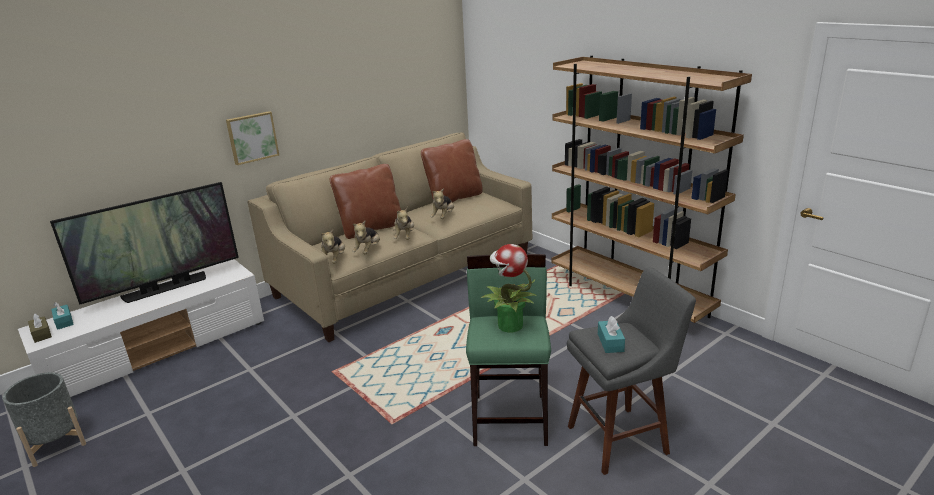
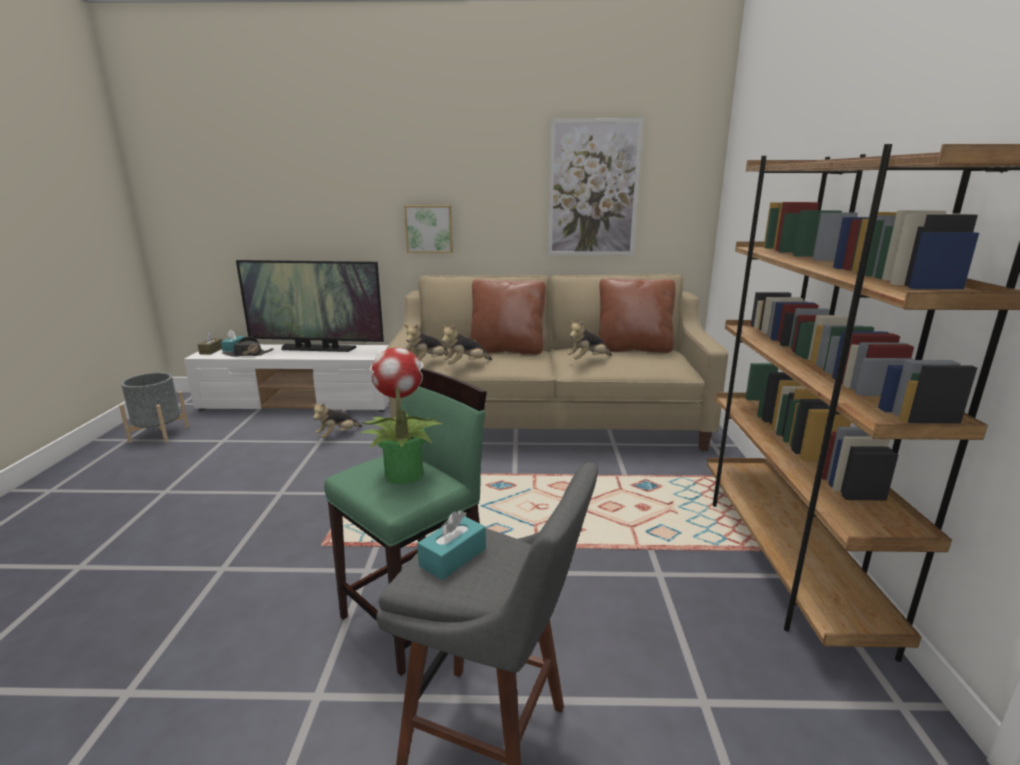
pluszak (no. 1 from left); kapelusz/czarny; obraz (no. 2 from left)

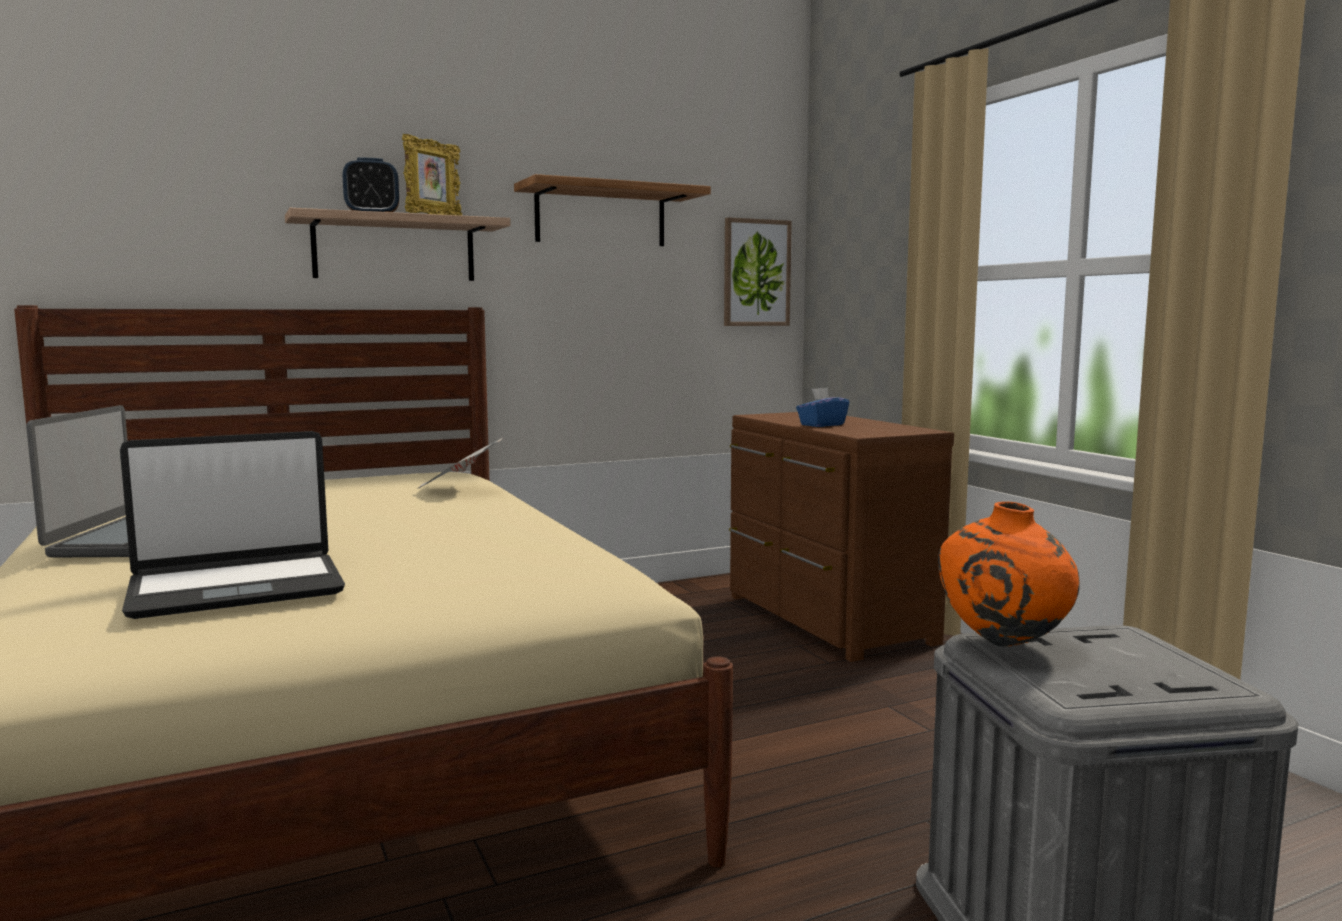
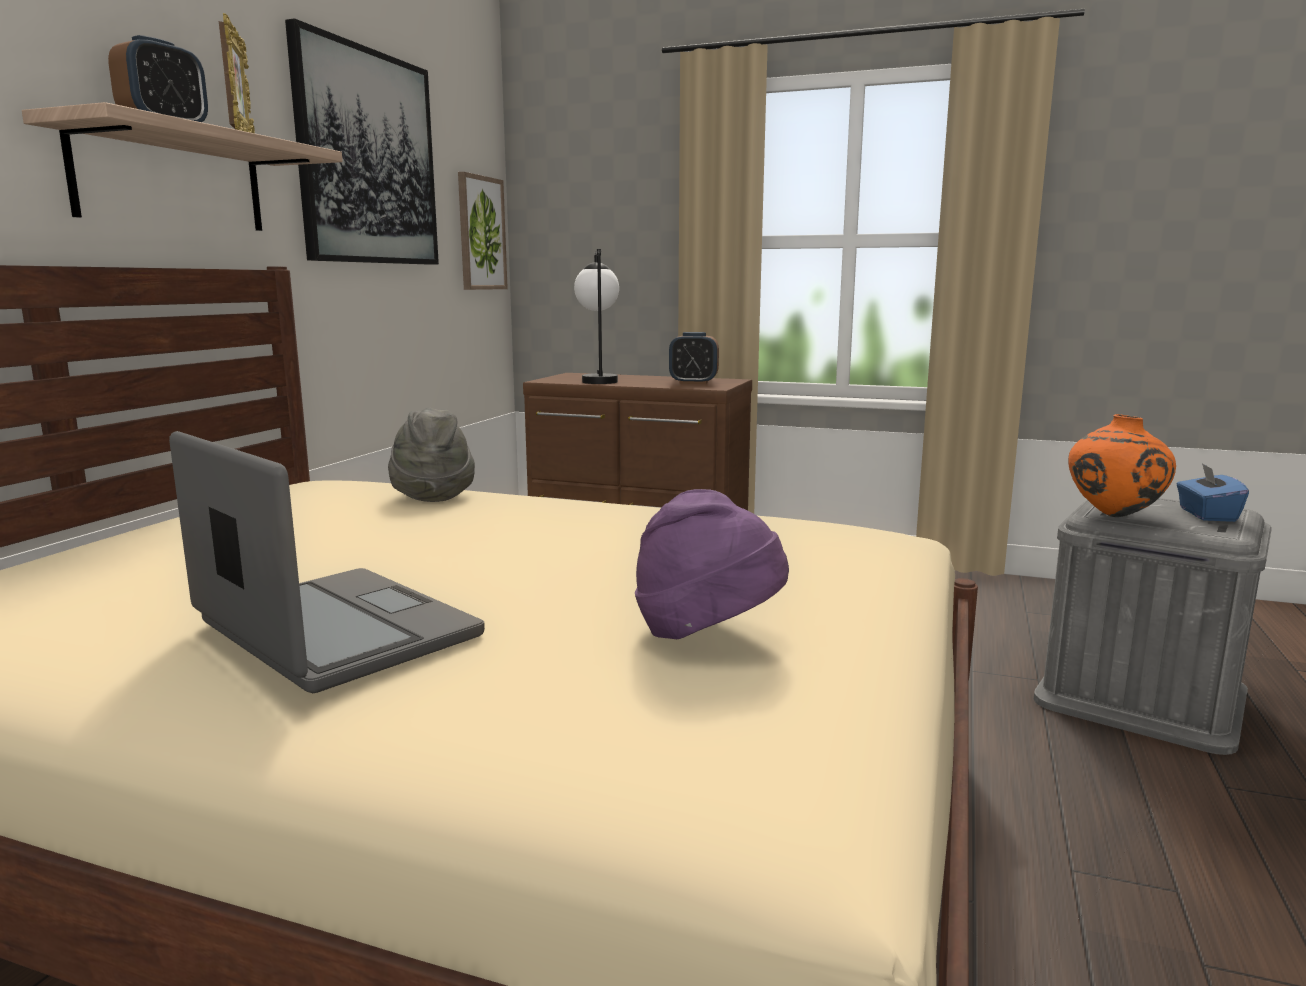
kapelusz/fioletowy; kapelusz/szary; obraz (no. 1 from left); pudełko chusteczek/niebieski; lampa stołowa; budzik (no. 2 from left)

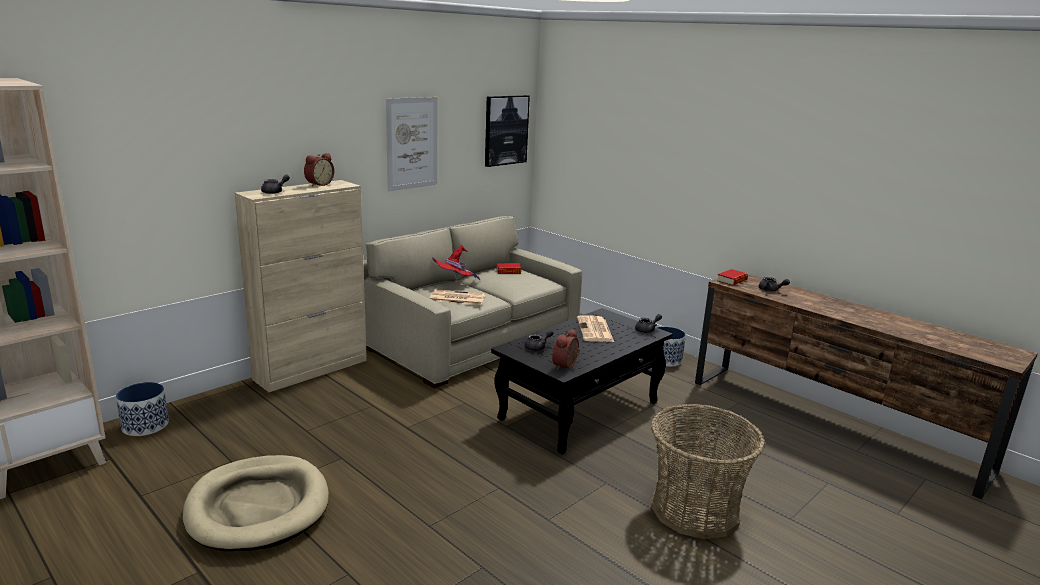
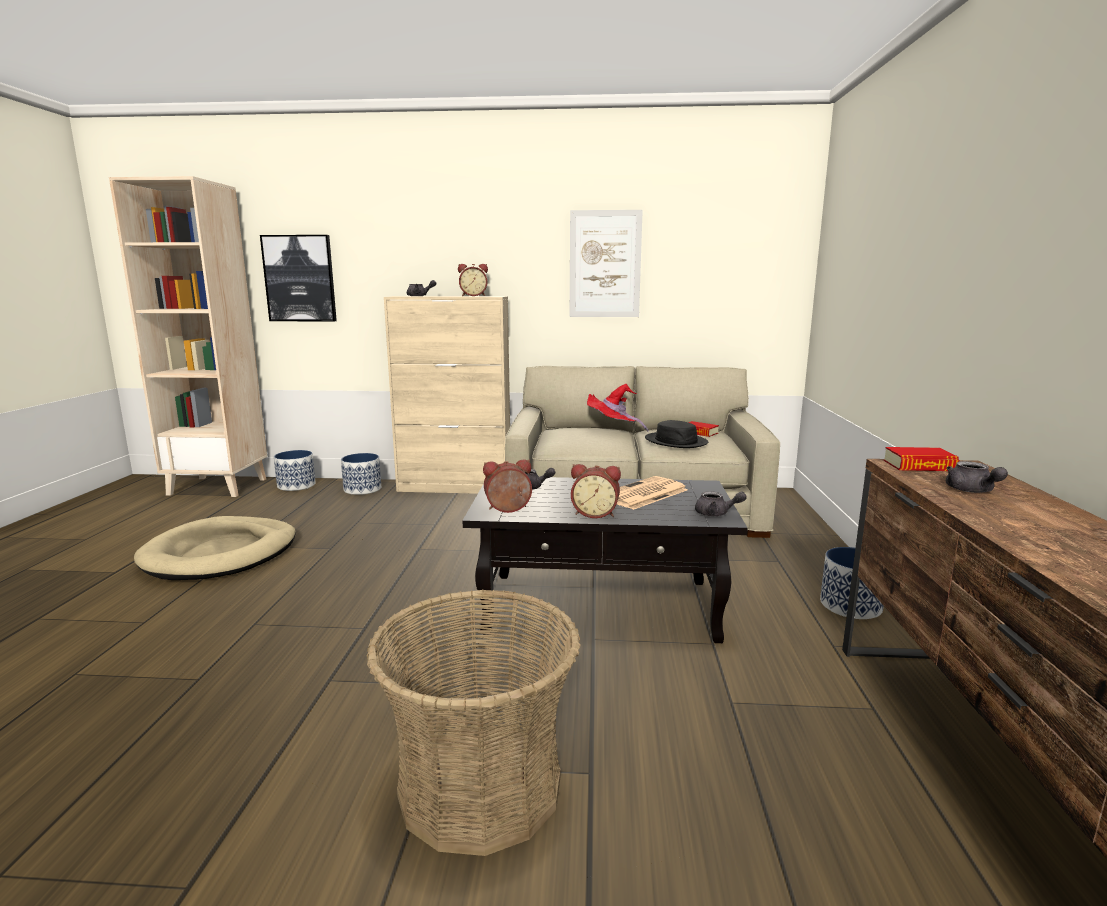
gazeta (no. 1 from left in the first image); obraz (no. 1 from left); donica (no. 2 from left); budzik (no. 3 from left); kapelusz/czarny

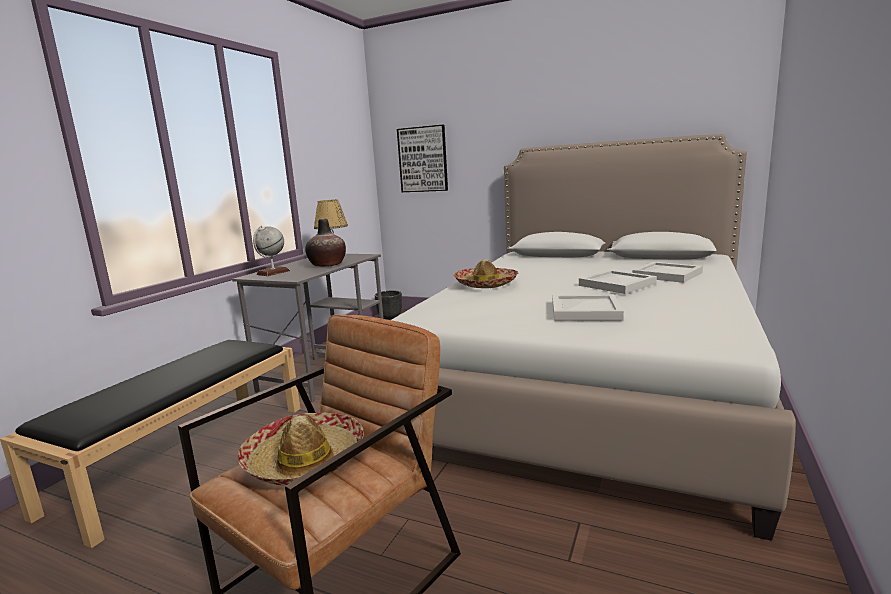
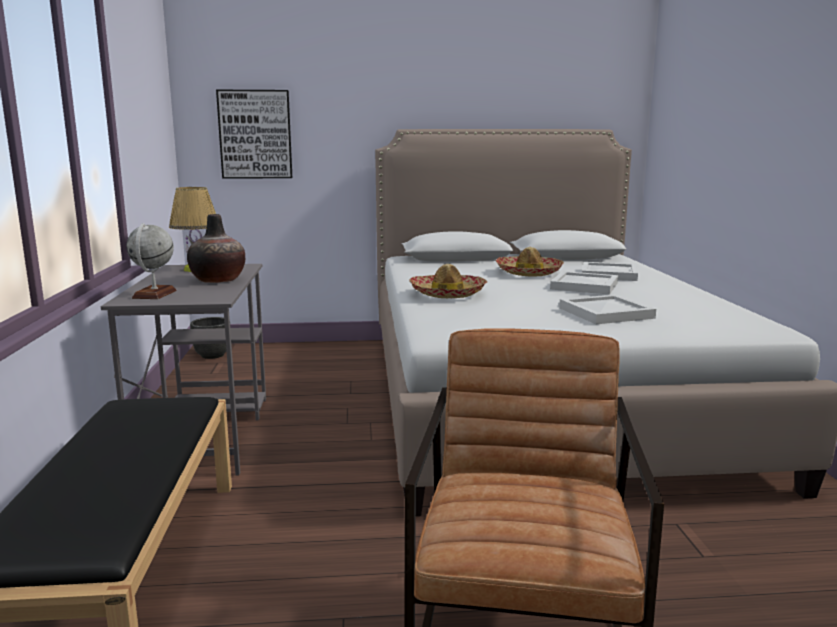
kapelusz (no. 2 from left)

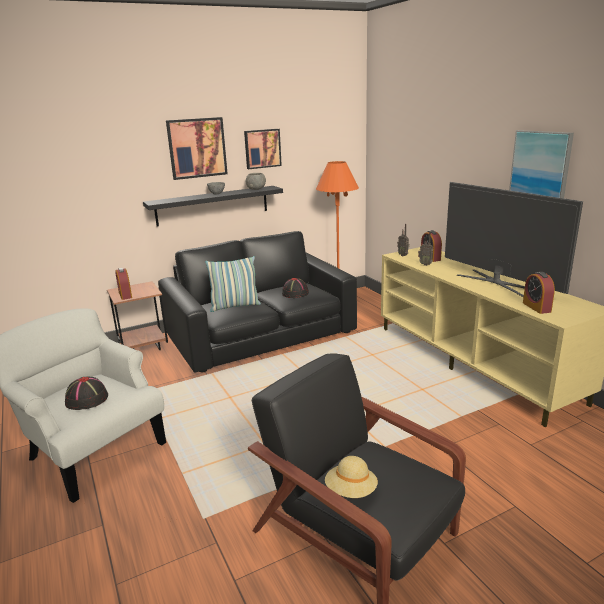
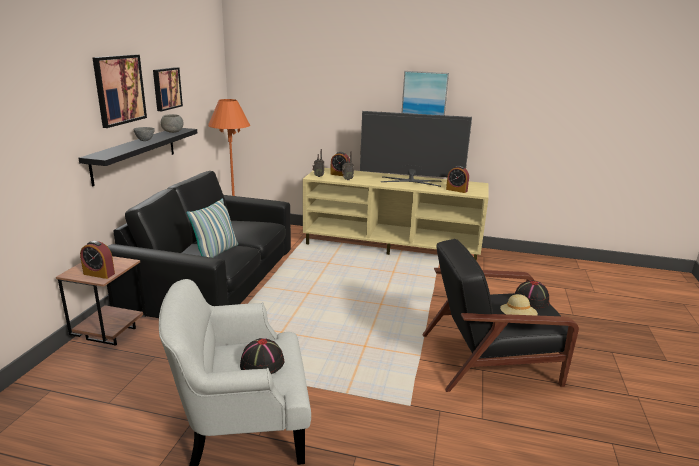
kapelusz/czarny (no. 2 from left)

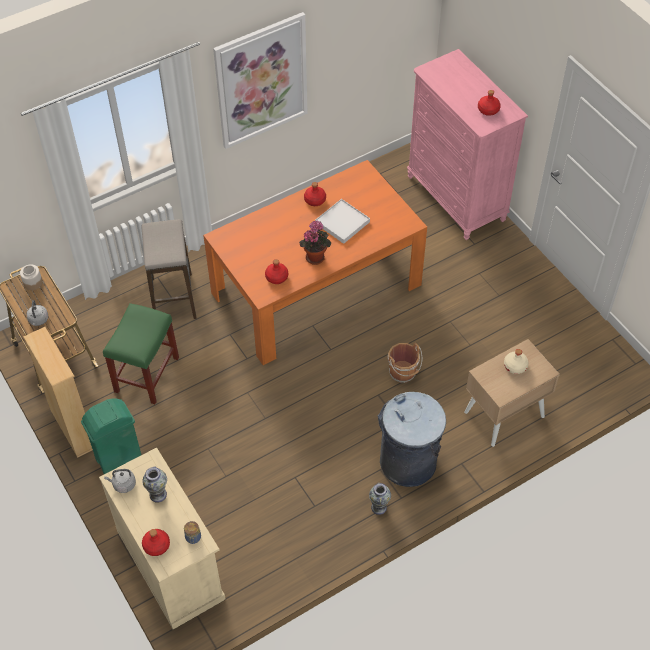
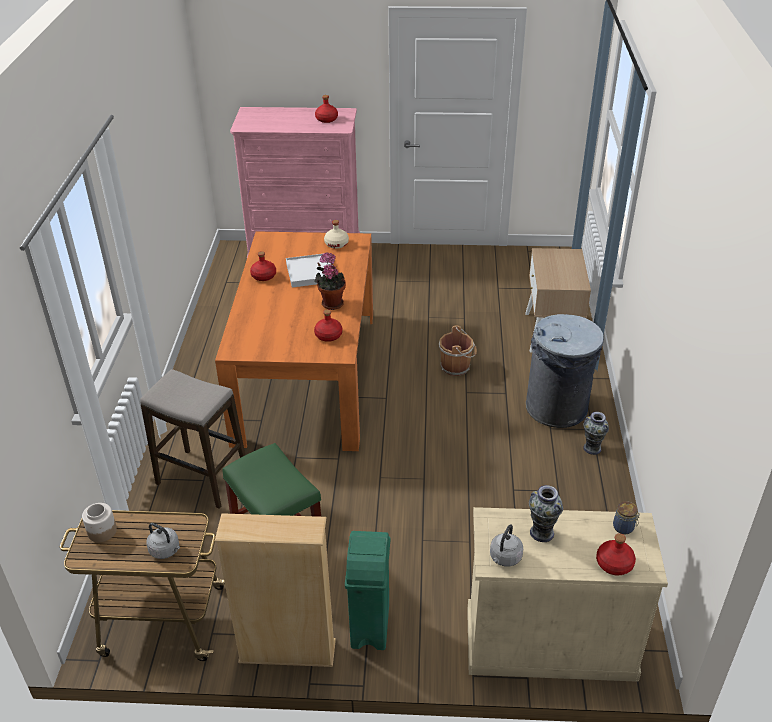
obraz; butelka/beżowy

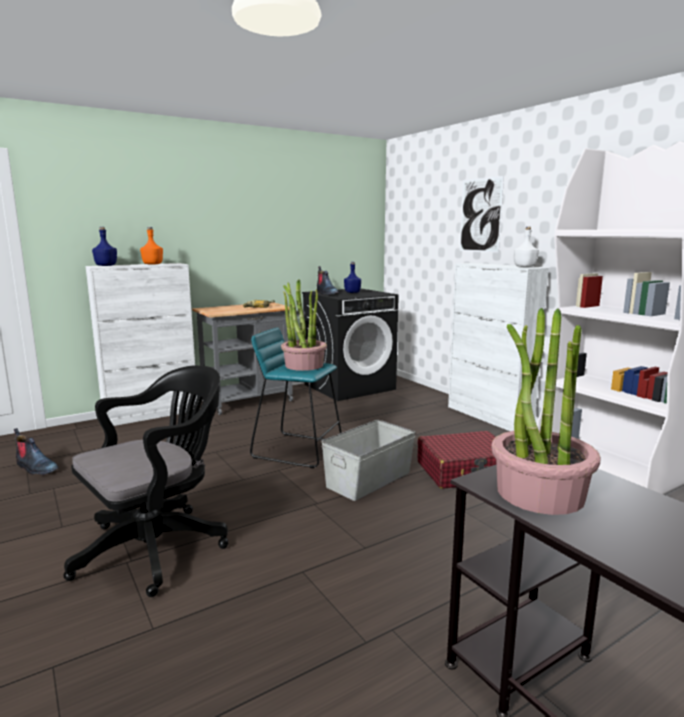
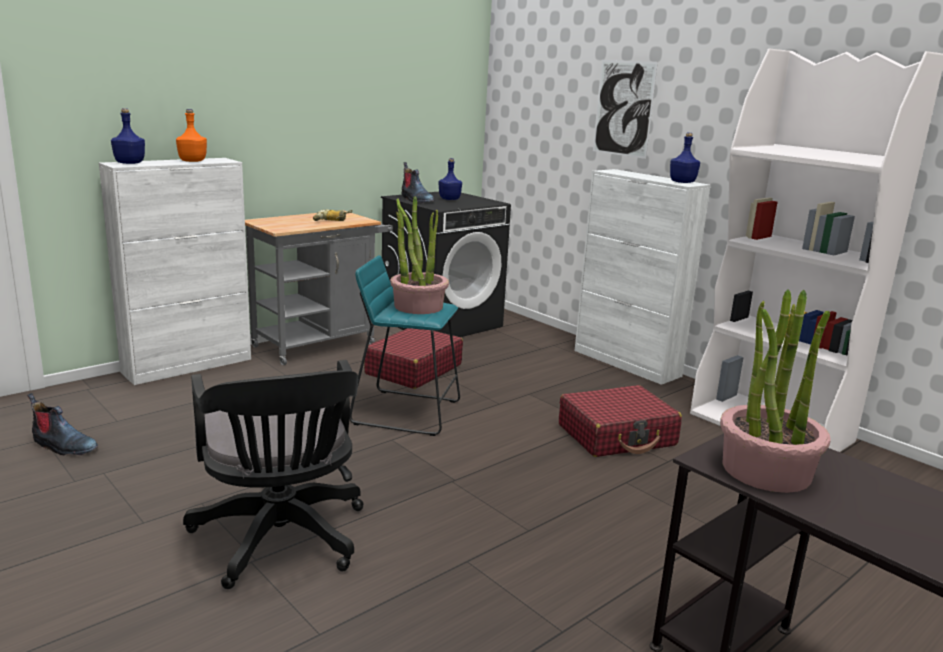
krzesło biurowe/czarny; pojemnik do przechowywania/szary; butelka/niebieski (no. 3 from left); walizka/czerwony (no. 1 from left)

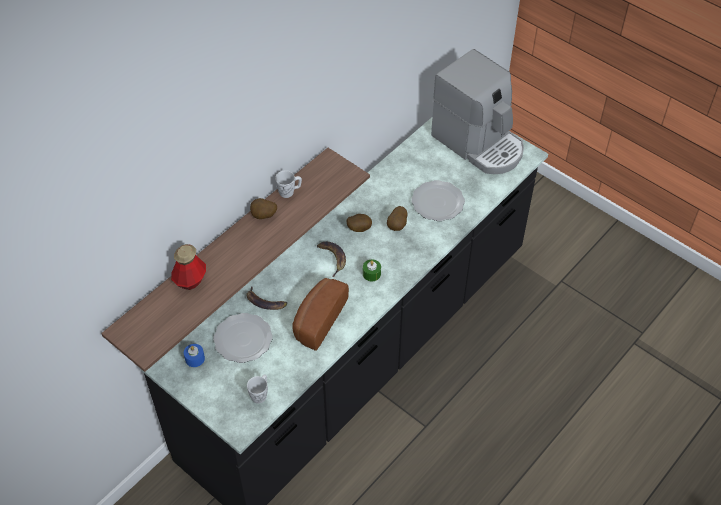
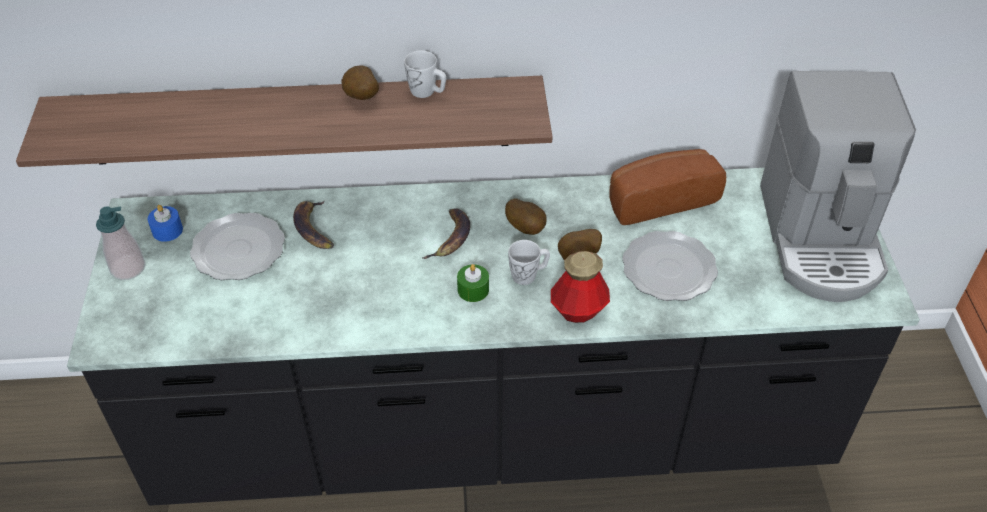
butelka; kubek/biały (no. 2 from left); chleb; dozownik mydła

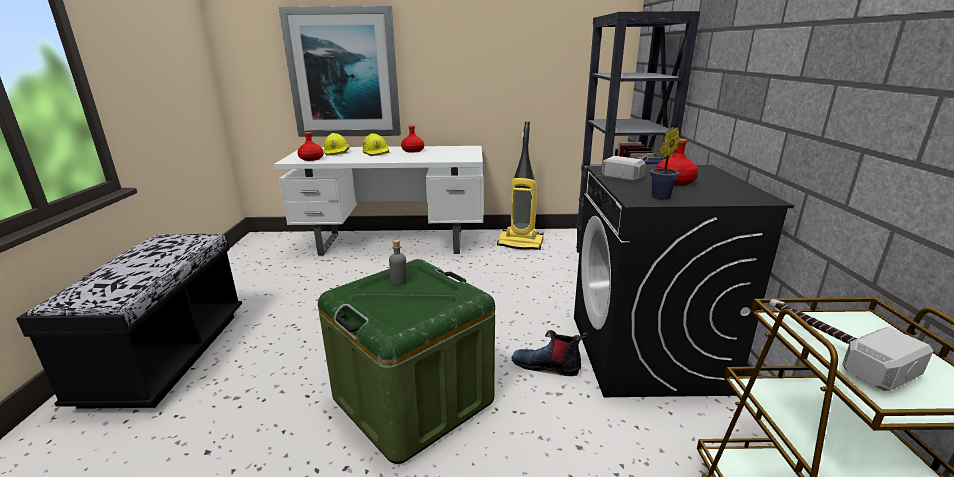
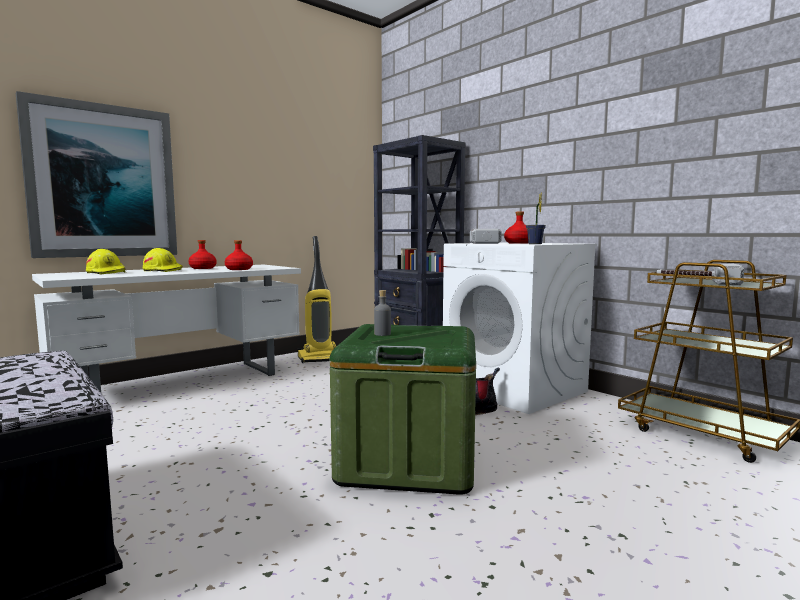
butelka/czerwony (no. 2 from left); pralka/biały

